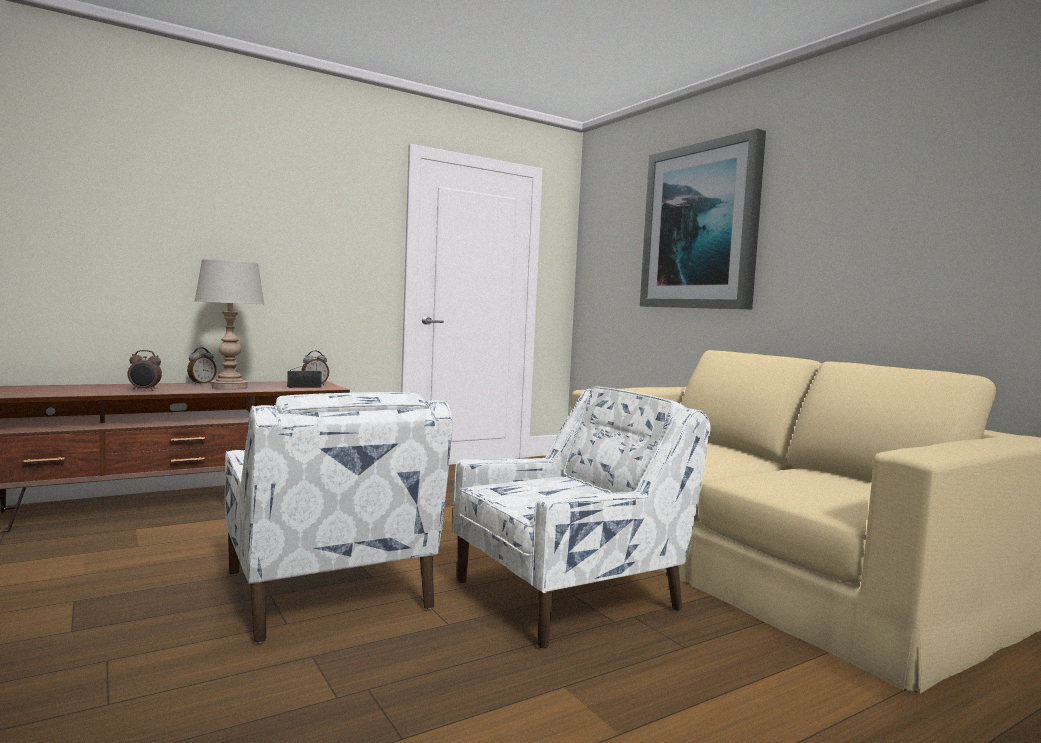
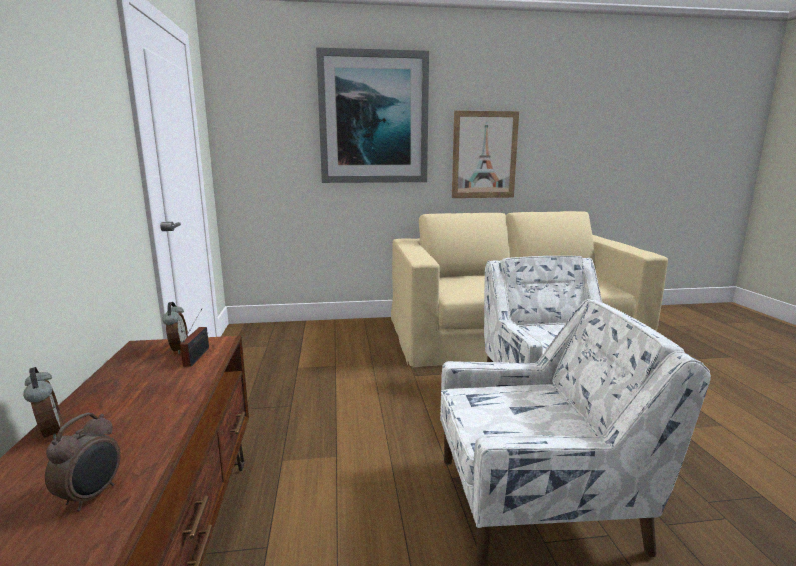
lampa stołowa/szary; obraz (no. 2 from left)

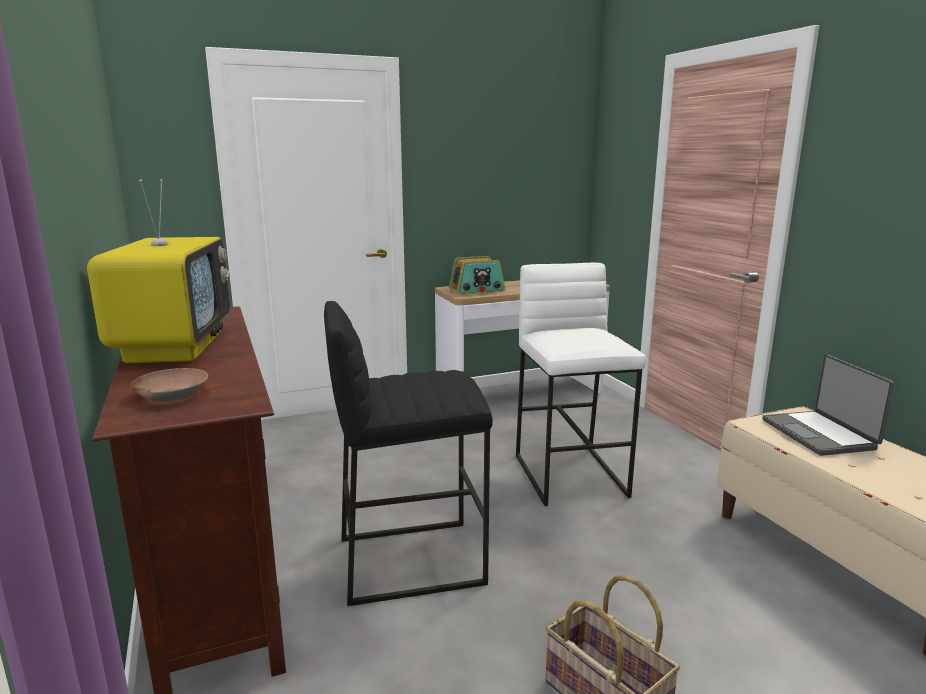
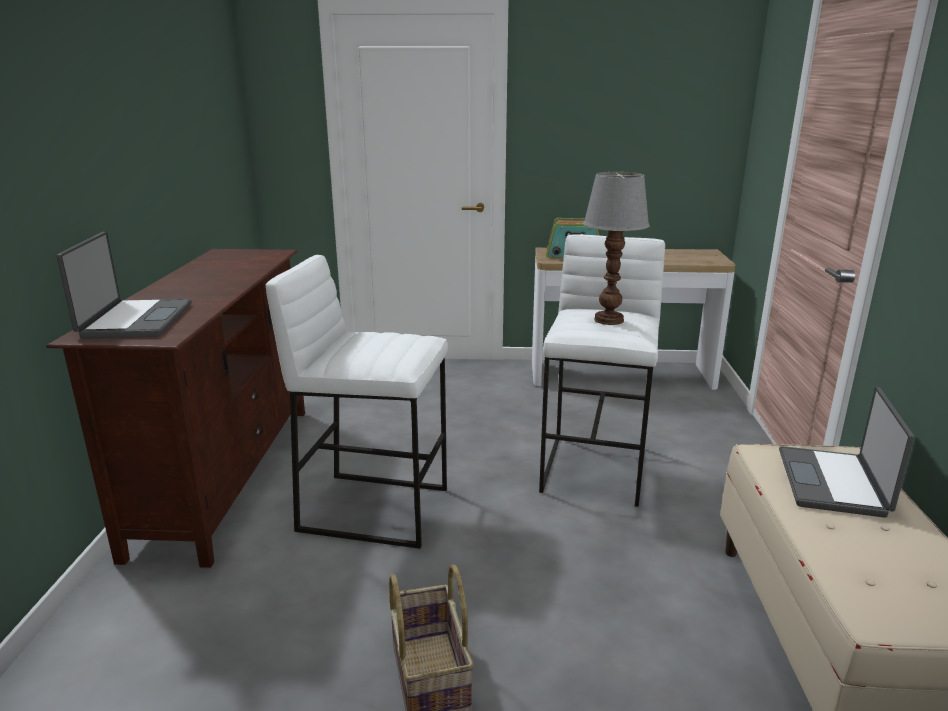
telewizor; laptop (no. 1 from left); stołek/biały (no. 1 from left); lampa stołowa

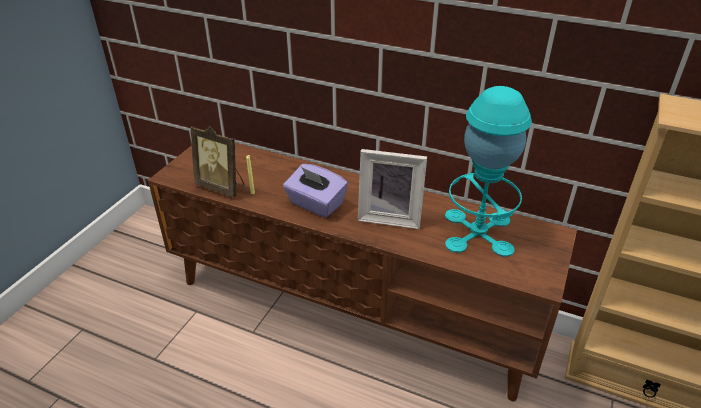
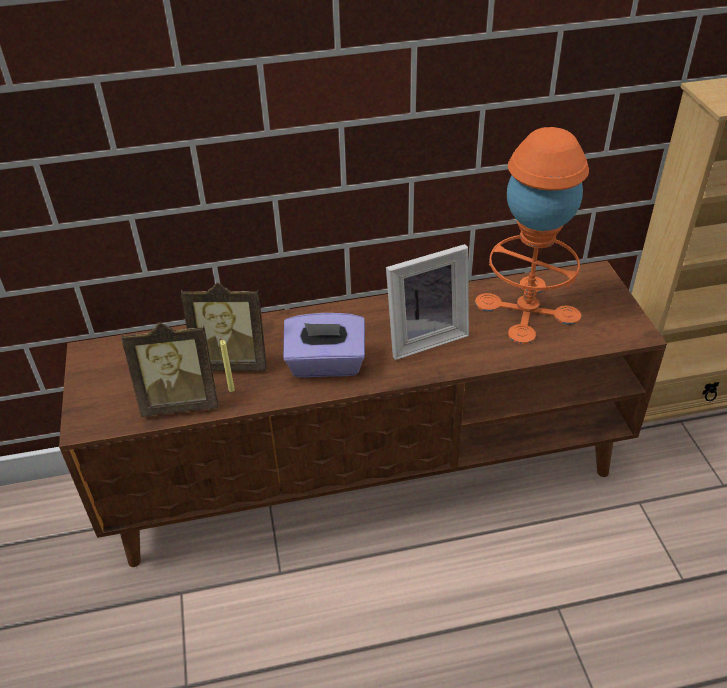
lampa stołowa/pomarańczowy; ramka na zdjęcie (no. 2 from left)

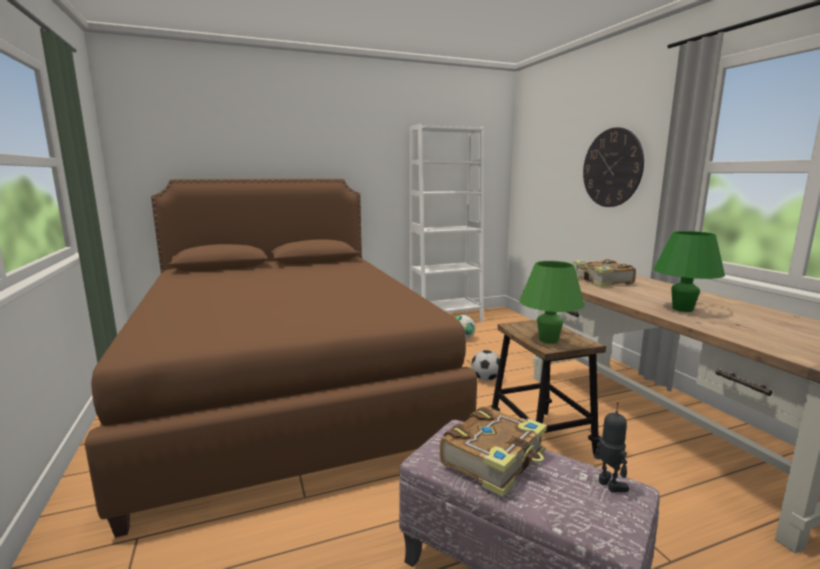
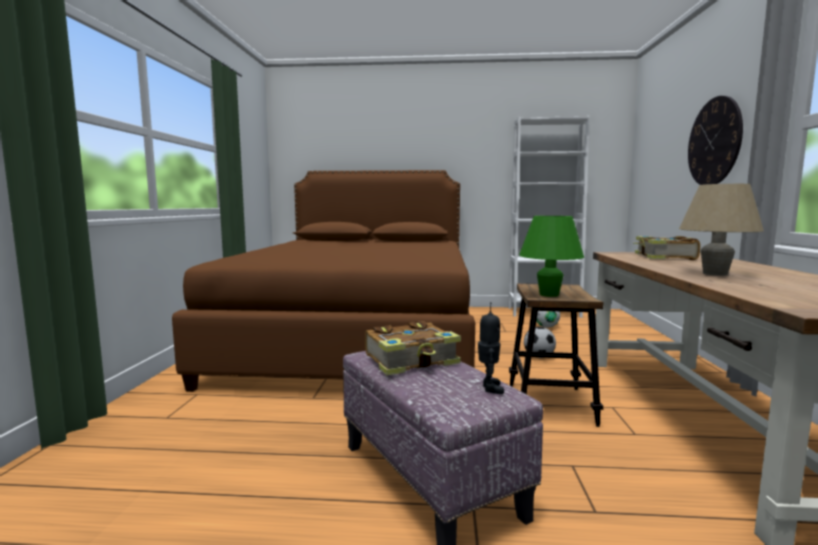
lampa stołowa/beżowy

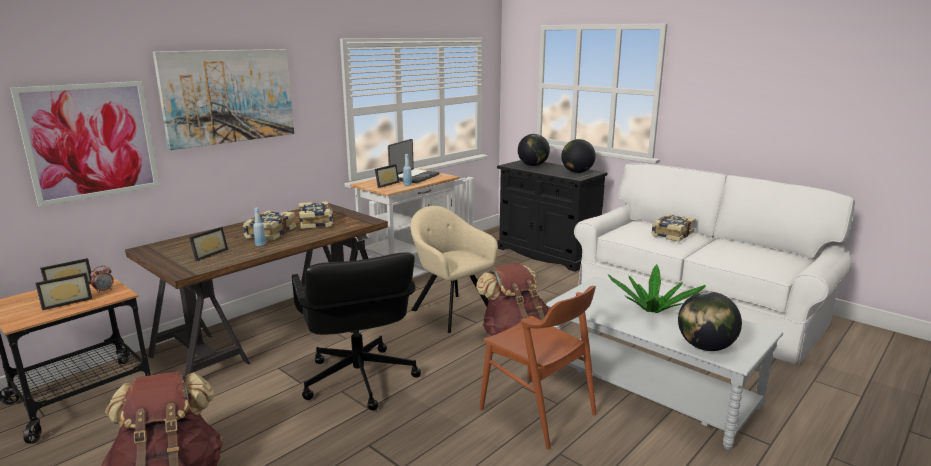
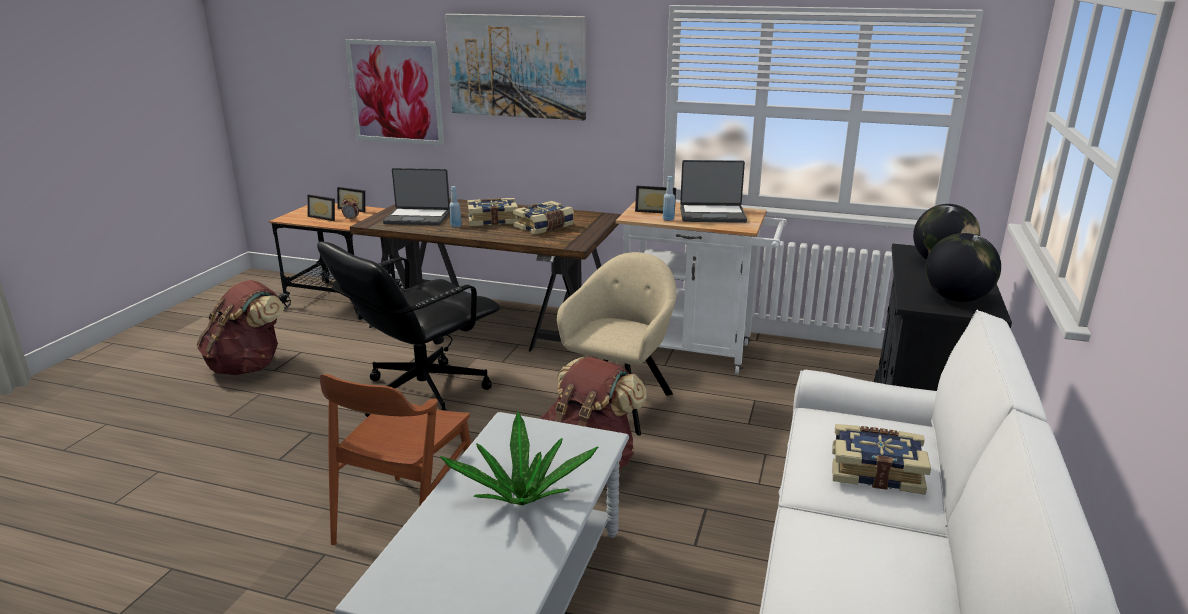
laptop (no. 1 from left); globus (no. 3 from left in the first image)

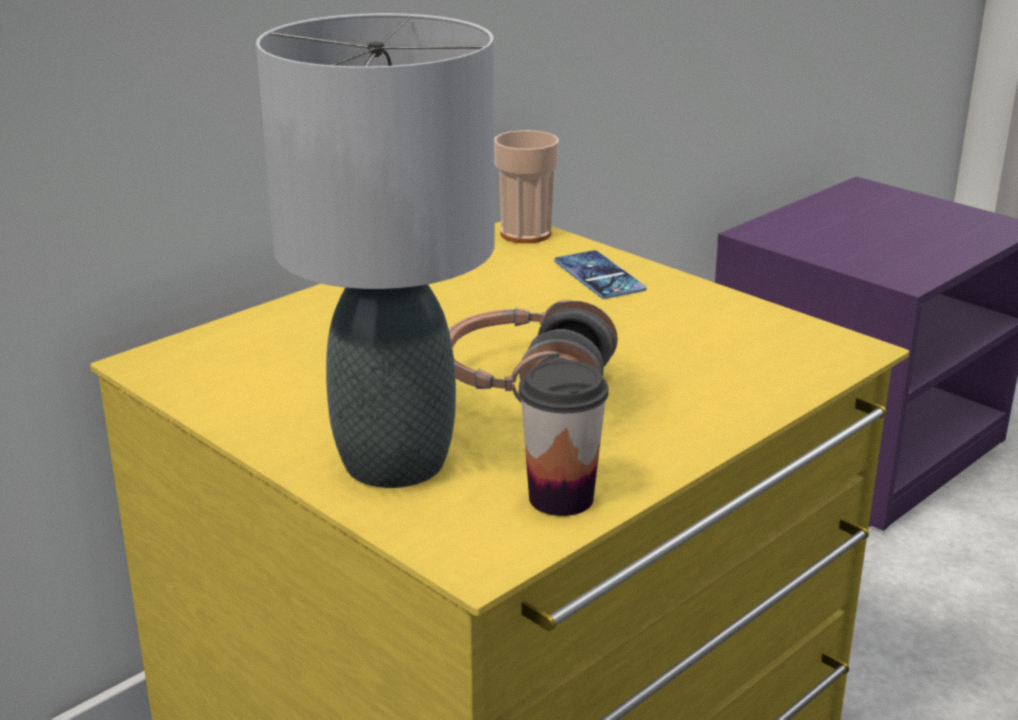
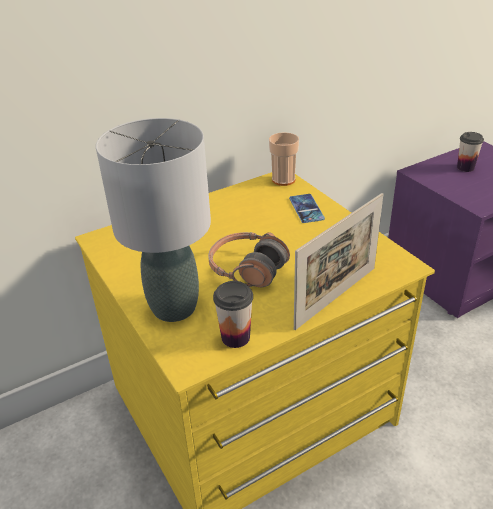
ramka na zdjęcie; filiżanka (no. 3 from left)

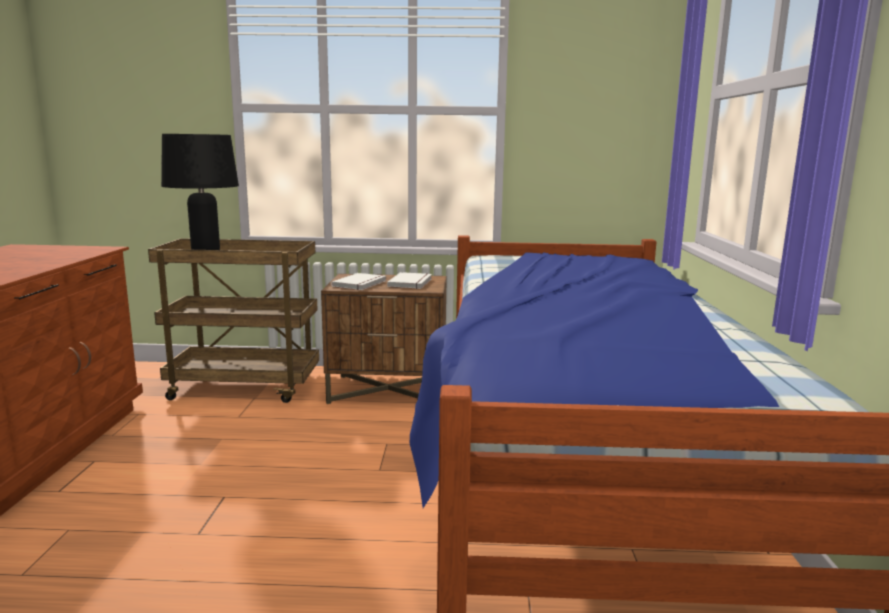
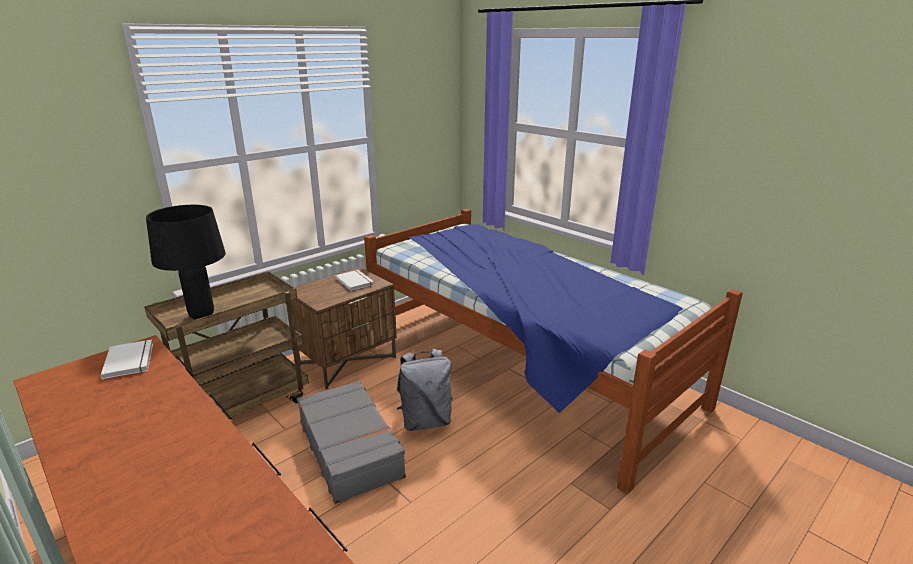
książka/biały (no. 1 from left); walizka/szary; plecak/szary

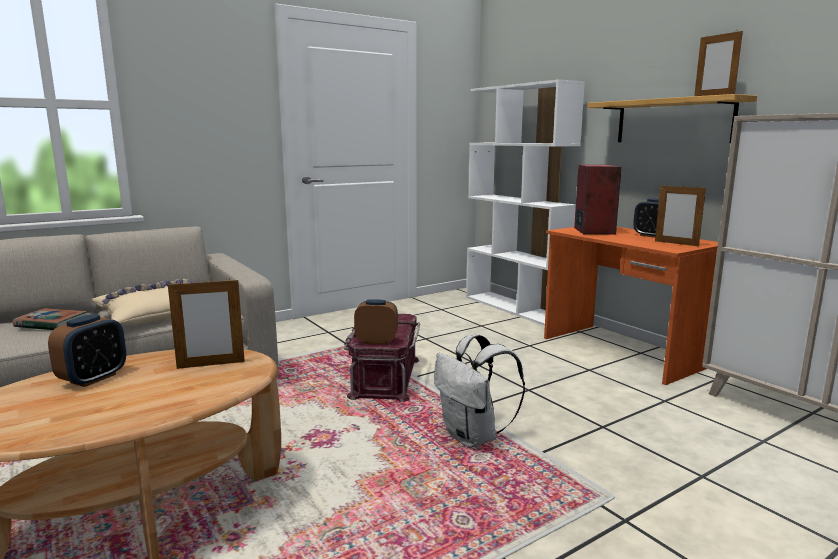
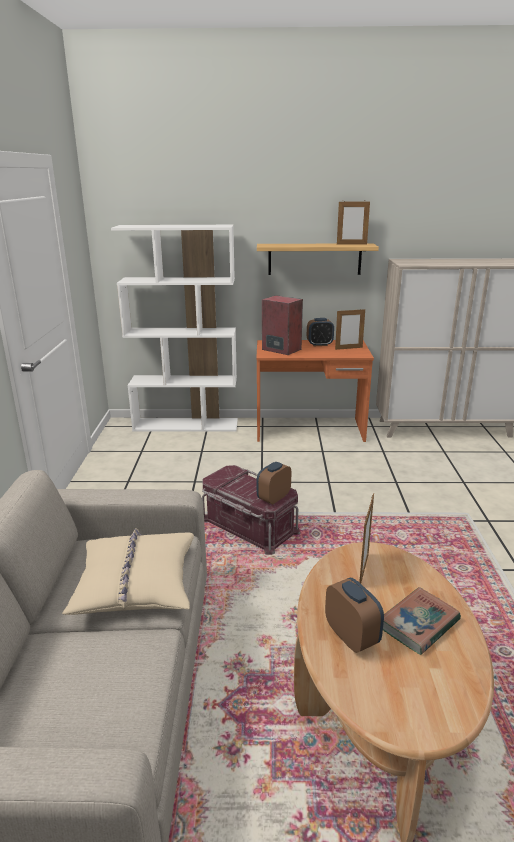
książka; plecak/biały

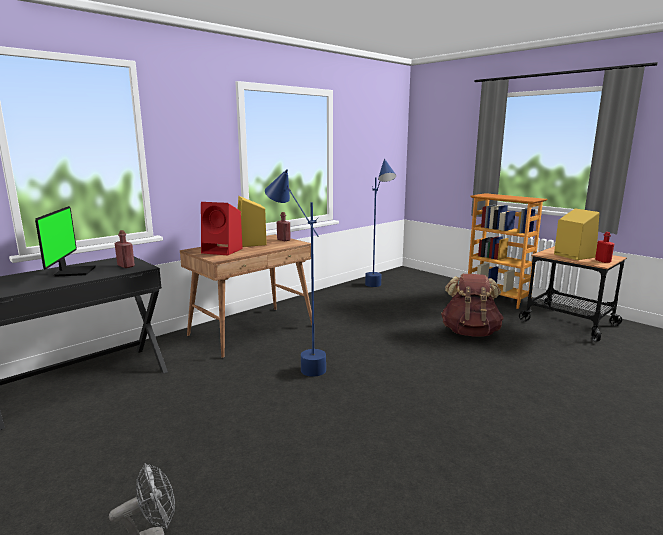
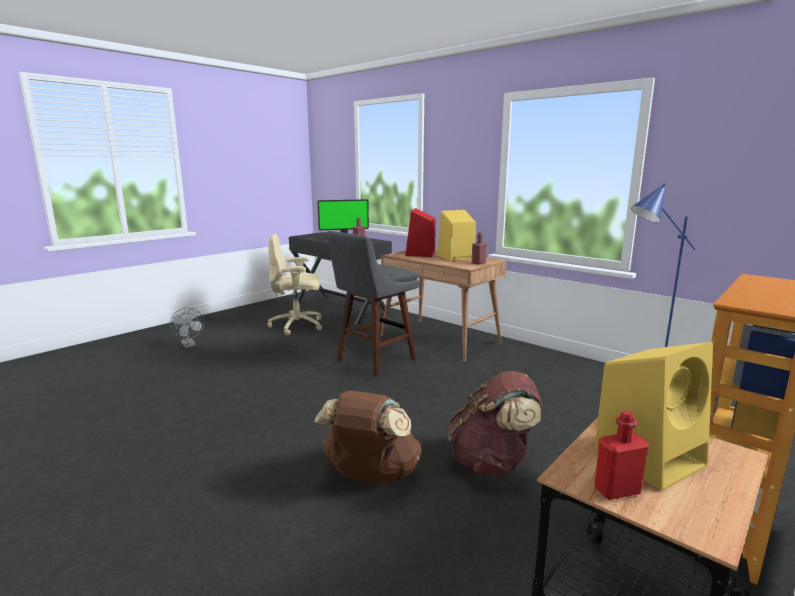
stołek/szary; krzesło biurowe/beżowy; plecak/brązowy (no. 1 from left)

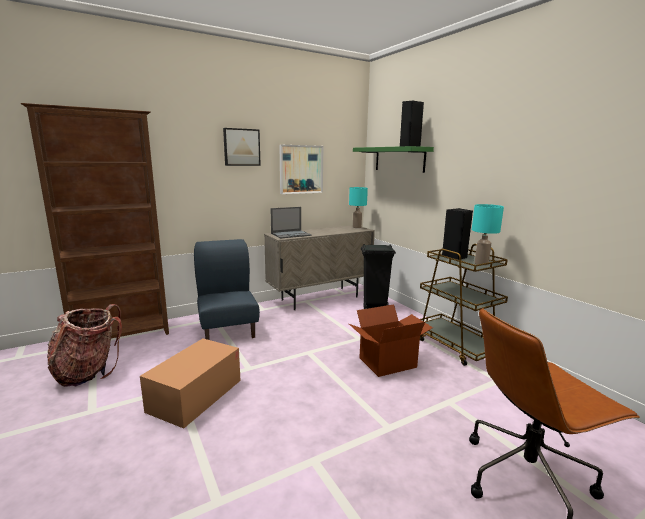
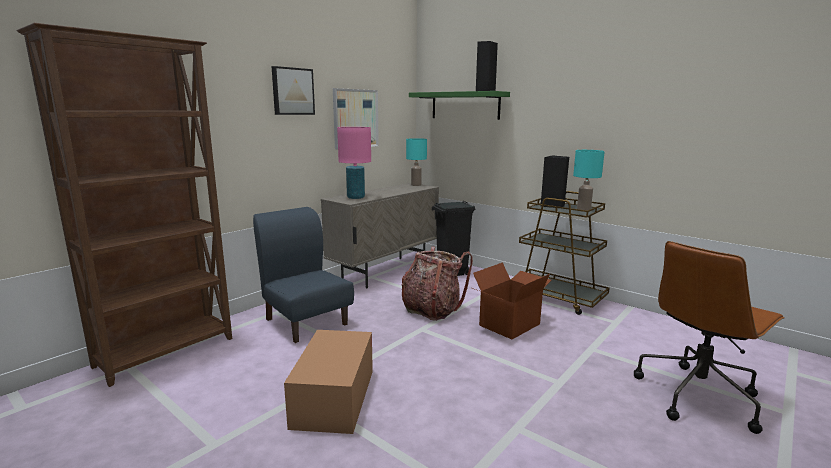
plecak; lampa stołowa/różowy

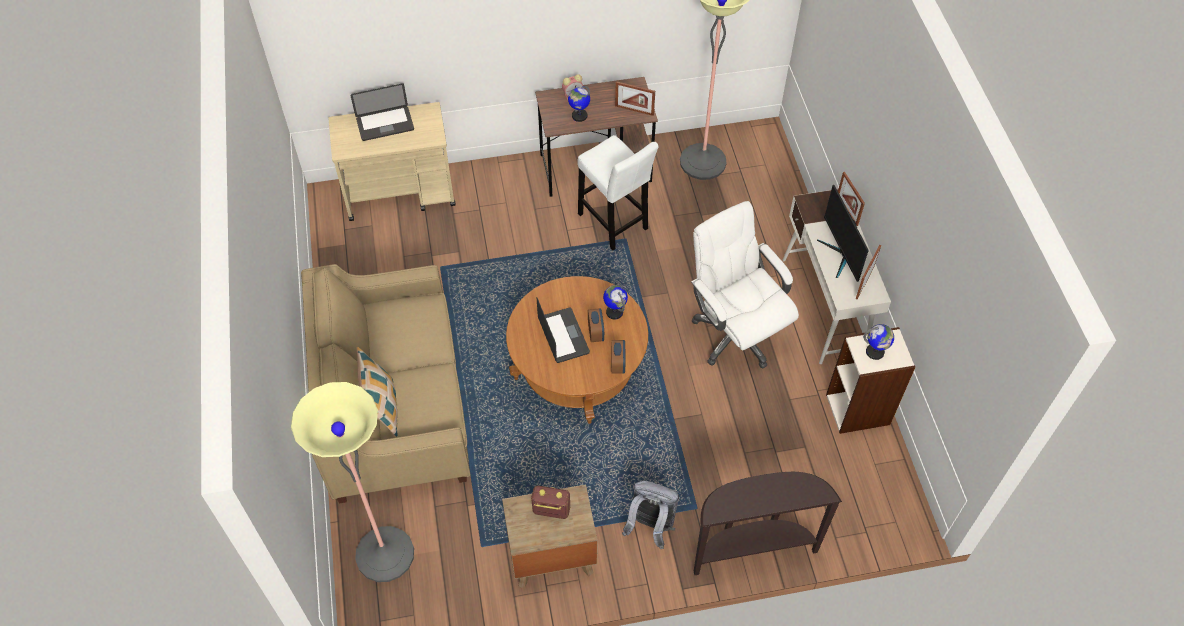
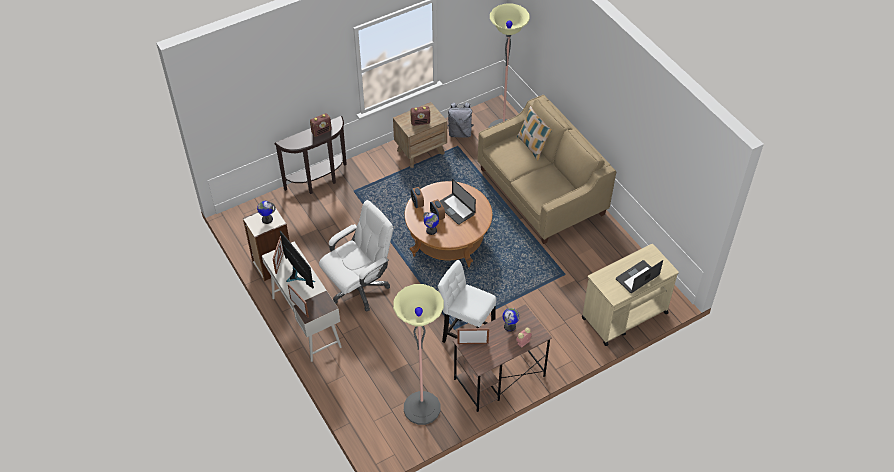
plecak/szary; krzesło biurowe/biały; radio (no. 1 from left)

